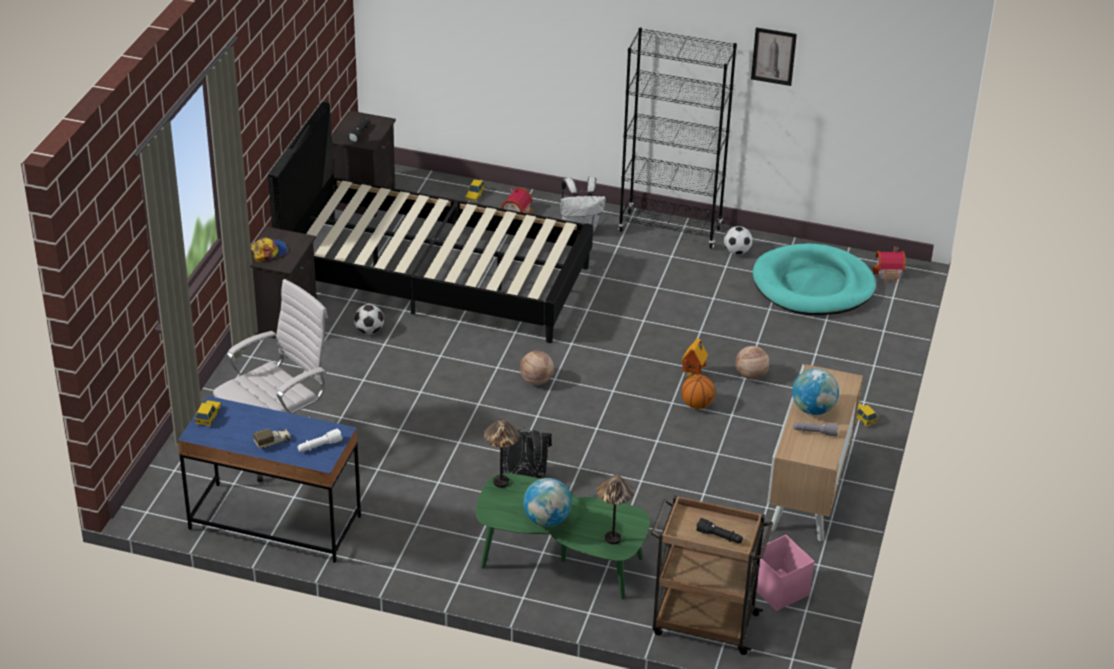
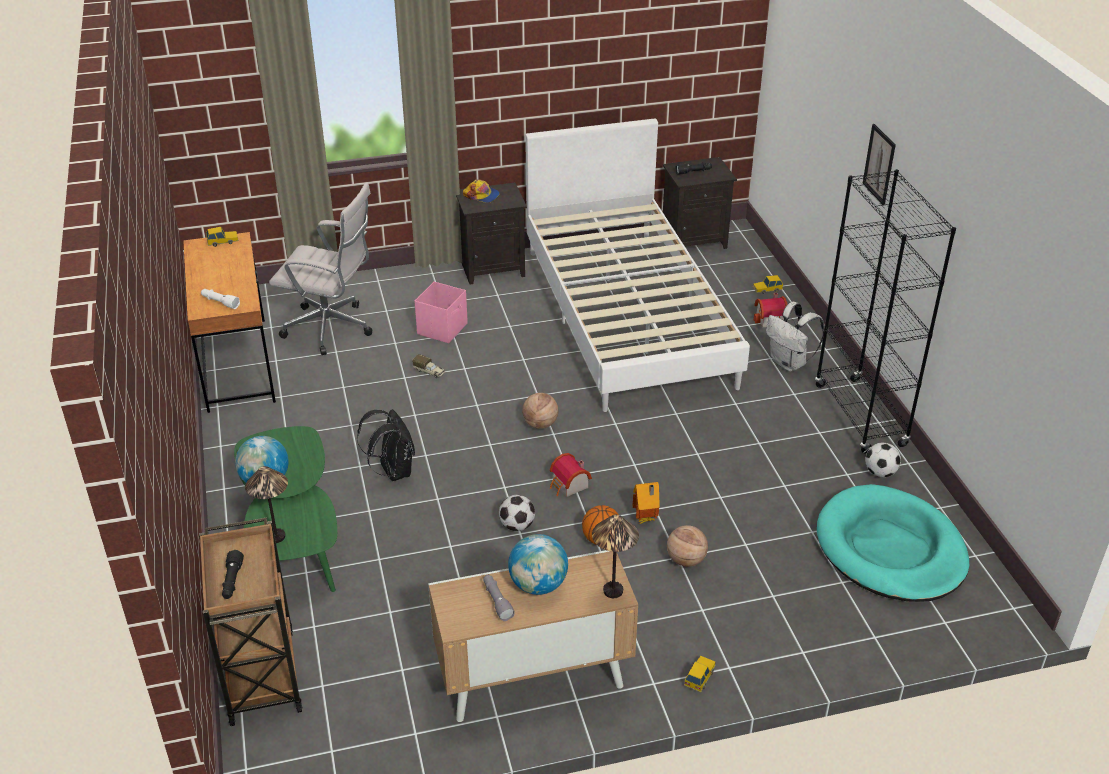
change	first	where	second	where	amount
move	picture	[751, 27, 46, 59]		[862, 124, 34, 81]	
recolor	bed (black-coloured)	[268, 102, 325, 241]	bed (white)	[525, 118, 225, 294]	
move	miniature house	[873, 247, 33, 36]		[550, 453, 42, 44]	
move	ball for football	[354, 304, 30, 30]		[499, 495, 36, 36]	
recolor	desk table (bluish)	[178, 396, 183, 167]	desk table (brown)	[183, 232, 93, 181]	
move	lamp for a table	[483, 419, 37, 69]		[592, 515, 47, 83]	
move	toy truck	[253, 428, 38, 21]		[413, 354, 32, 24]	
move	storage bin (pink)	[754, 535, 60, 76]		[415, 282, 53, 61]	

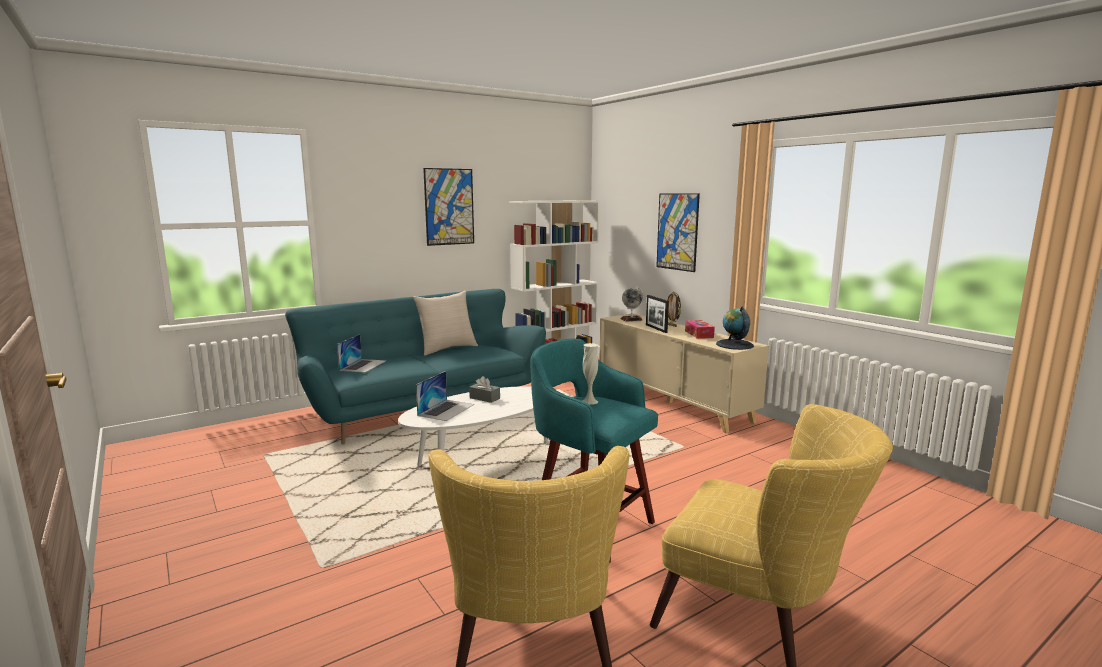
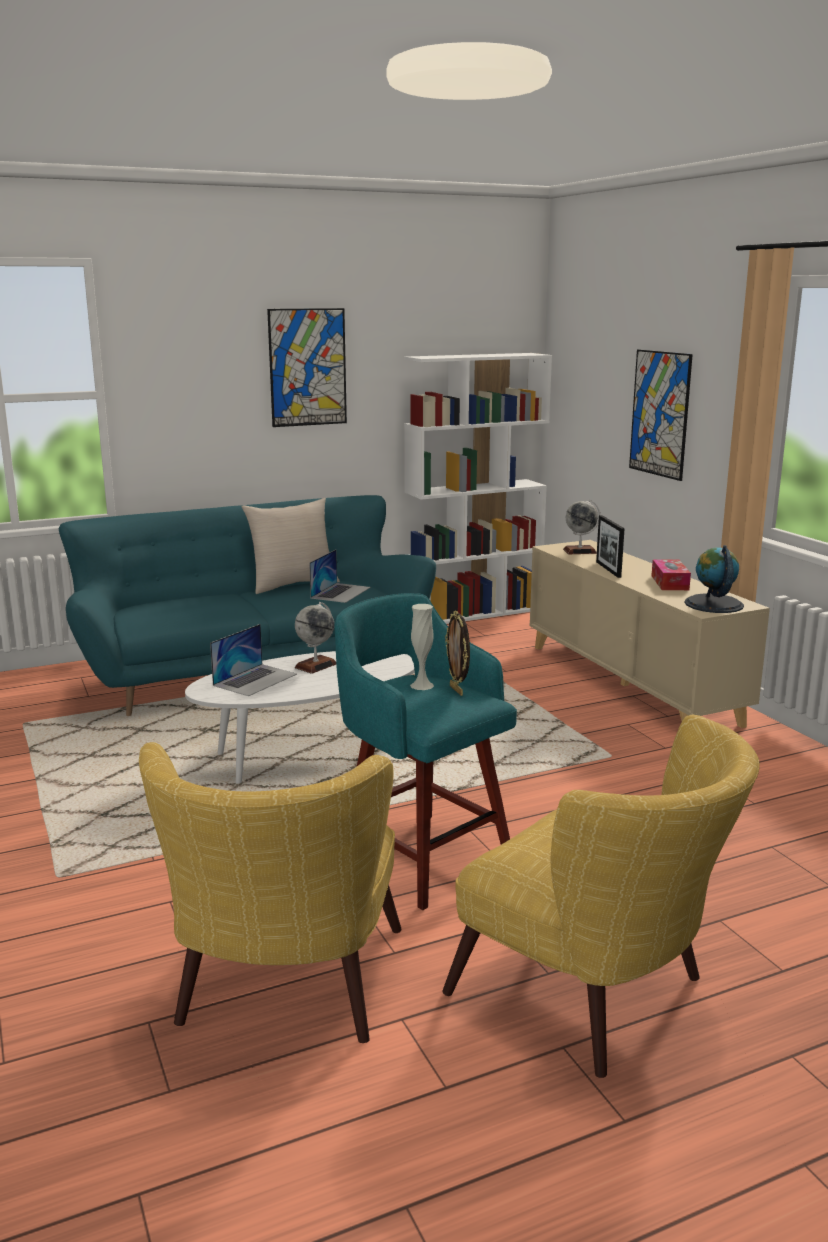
change	first	where	second	where	amount
move	picture frame	[667, 291, 14, 36]		[445, 610, 25, 86]	
move	notebook computer	[337, 334, 49, 39]		[309, 550, 62, 53]	
replace	box of tissues (grey)	[469, 376, 31, 27]	world globe	[295, 602, 41, 72]	

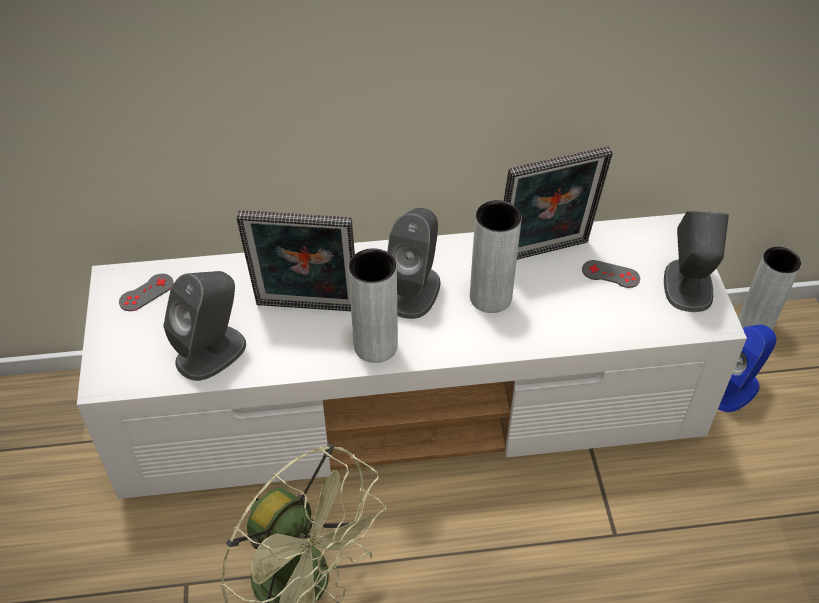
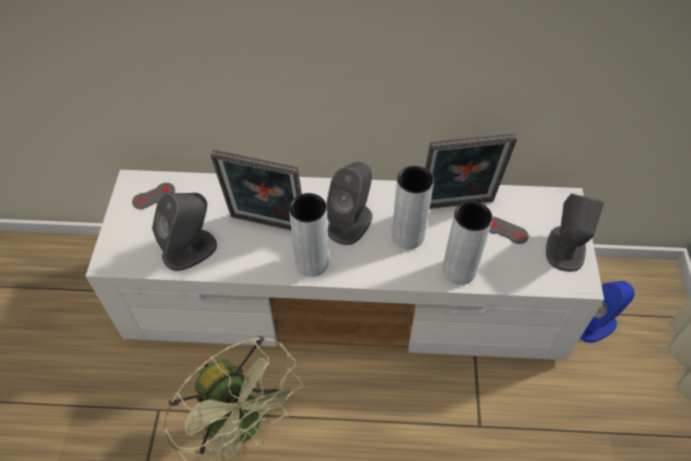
change	first	where	second	where	amount
move	decorative vase (grey)	[738, 247, 63, 83]		[442, 201, 51, 84]	

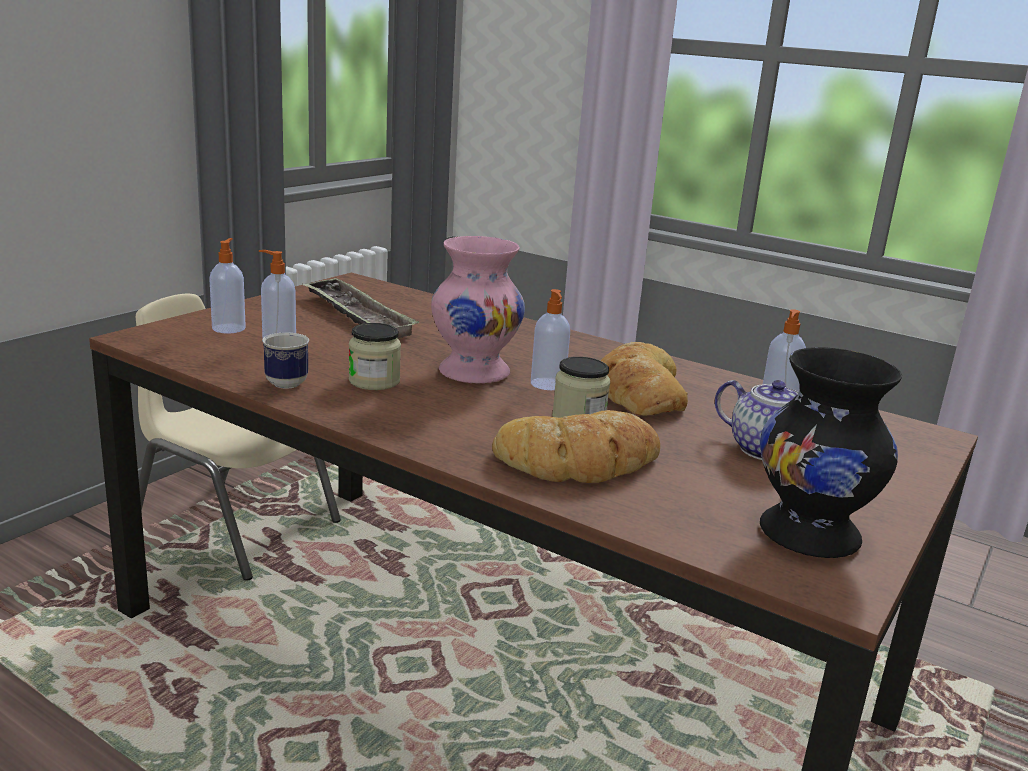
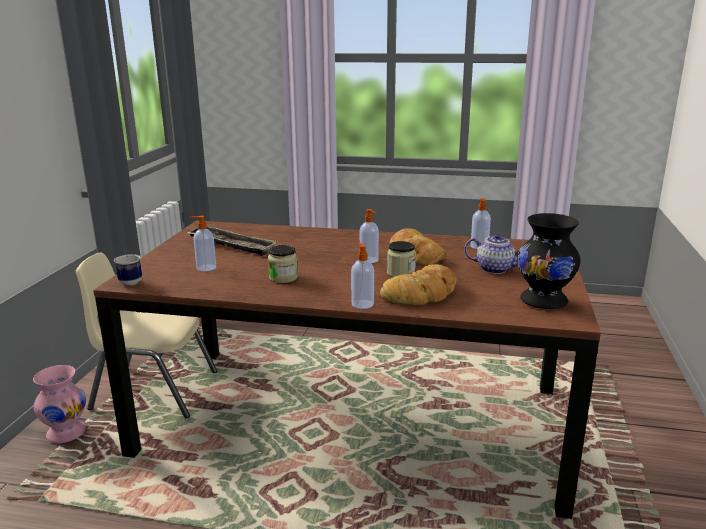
change	first	where	second	where	amount
move	decorative vase (pink)	[431, 236, 94, 148]		[33, 365, 53, 78]	
move	liquid soap bottle	[209, 238, 37, 95]		[351, 242, 23, 67]	
move	mug	[262, 332, 47, 57]		[114, 254, 28, 32]	

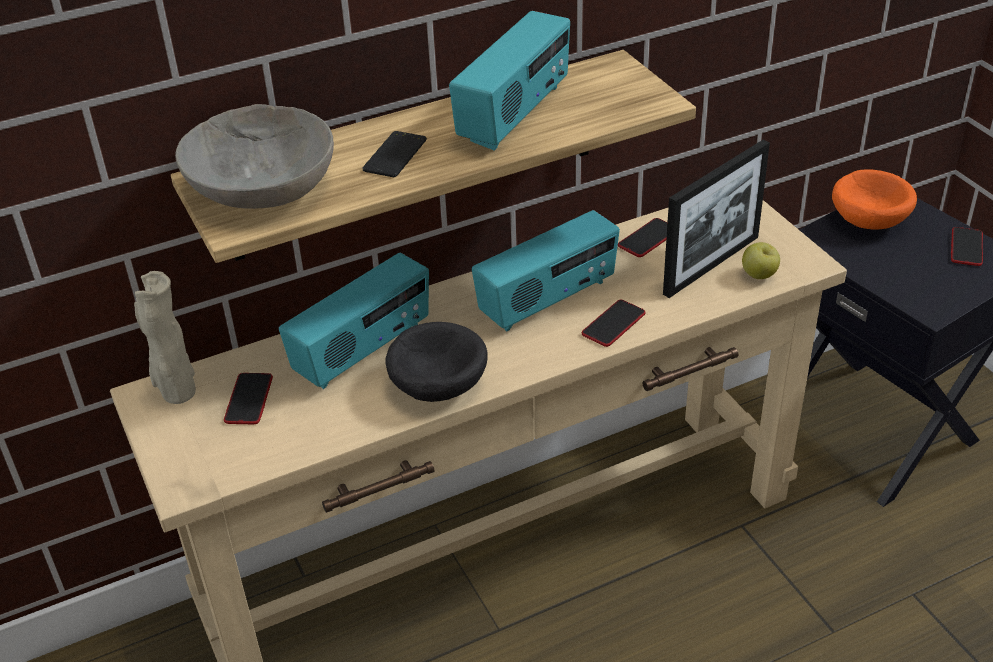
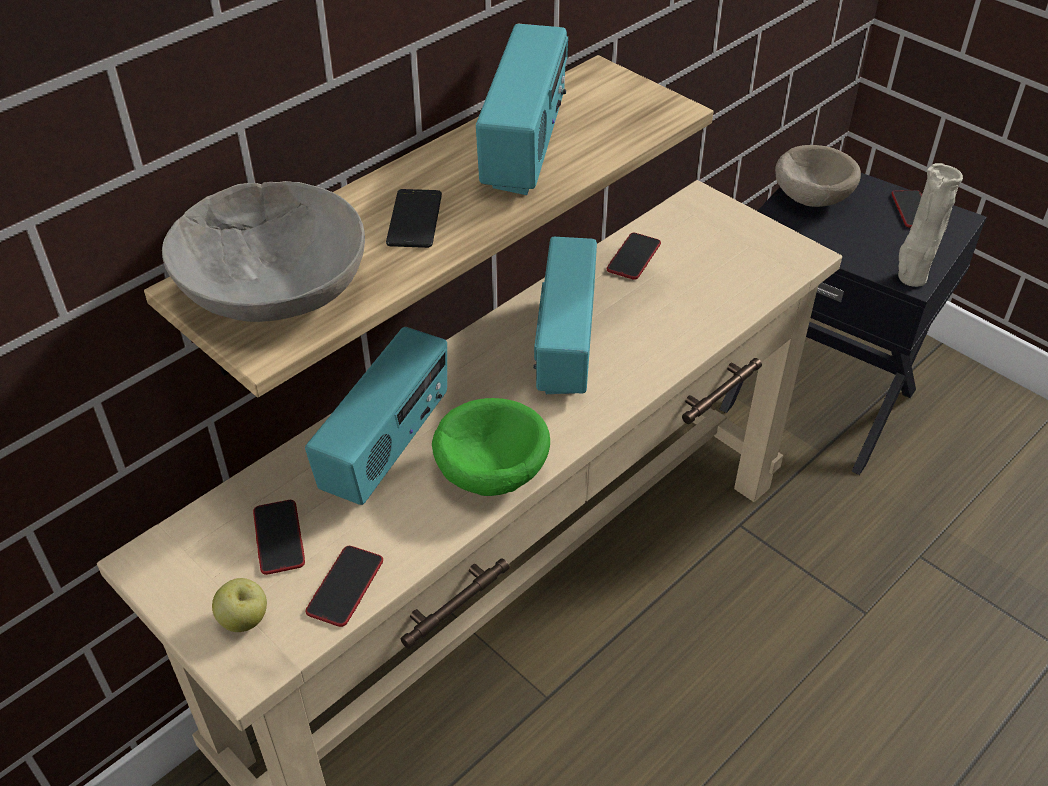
change	first	where	second	where	amount
delete	picture frame	[663, 140, 107, 158]			
recolor	deep dish (orange)	[832, 170, 85, 60]	deep dish (beige-coloured)	[775, 145, 86, 62]	
rotate	radio receiver	[472, 210, 148, 121]		[533, 237, 64, 157]	150 degrees clockwise
move	apple	[742, 242, 38, 37]		[212, 578, 55, 54]	
move	decorative vase (beige-coloured)	[134, 271, 62, 133]		[898, 163, 65, 124]	
move	handset	[582, 300, 64, 47]		[305, 546, 78, 81]	
recolor	deep dish (black-coloured)	[386, 322, 102, 80]	deep dish (green-coloured)	[432, 398, 118, 98]	

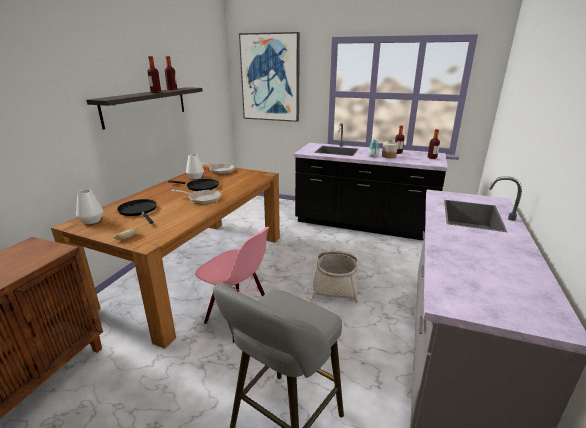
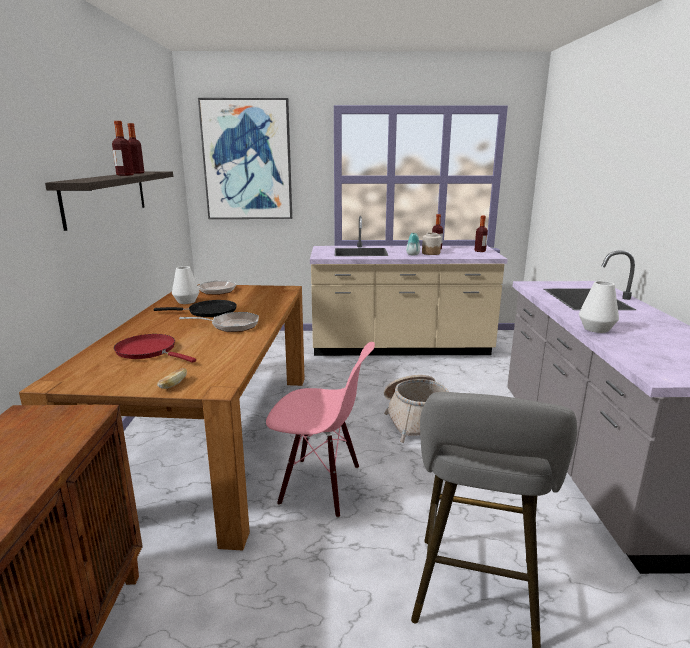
change	first	where	second	where	amount
recolor	kitchen base unit (black-coloured)	[294, 123, 154, 117]	kitchen base unit (beige-coloured)	[310, 216, 198, 140]	
move	decorative vase (white)	[76, 190, 27, 34]		[579, 281, 40, 52]	
recolor	skillet (black-coloured)	[117, 199, 40, 25]	skillet (red)	[114, 334, 82, 29]	

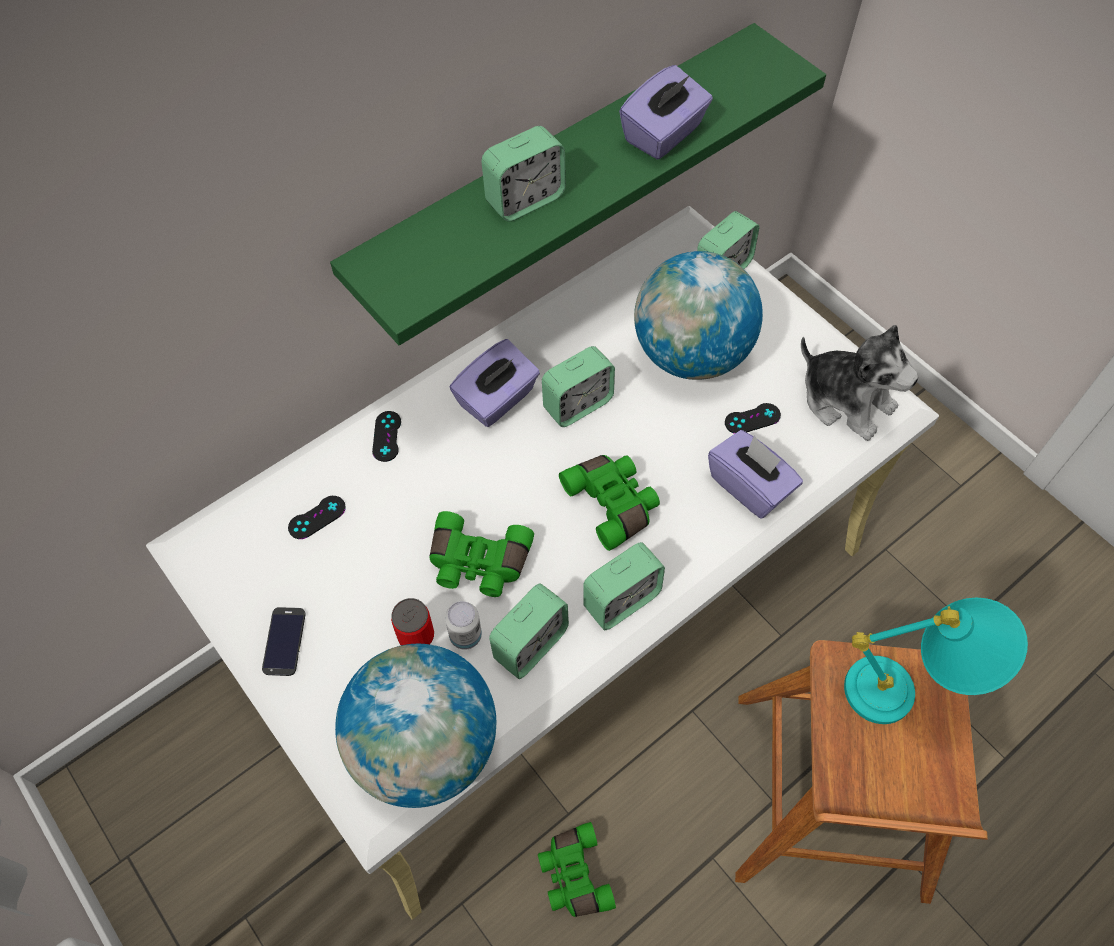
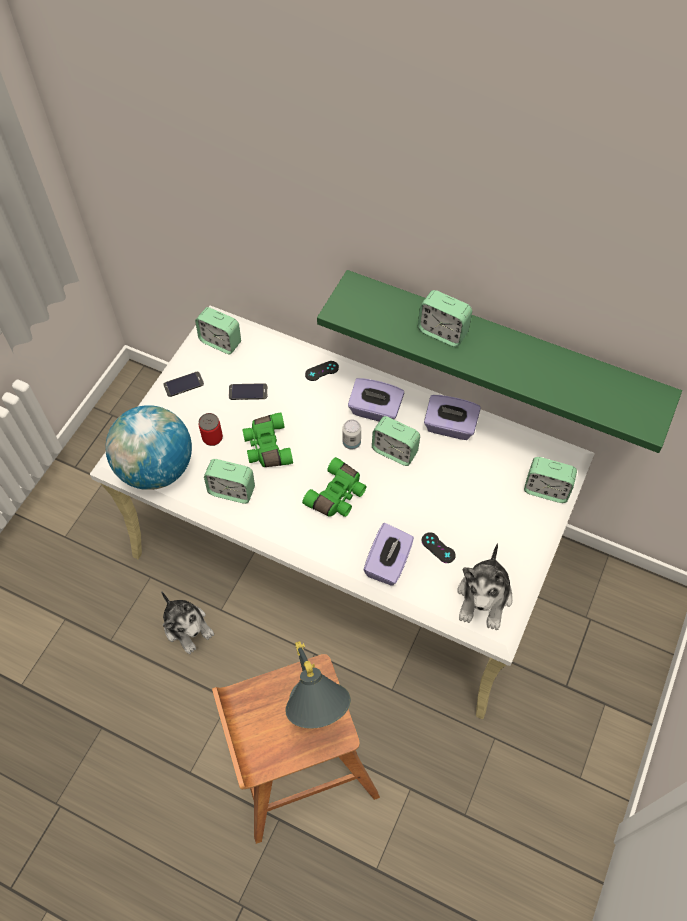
change	first	where	second	where	amount
move	box of tissues (purplish)	[619, 65, 94, 95]		[424, 395, 57, 45]	
delete	world globe	[634, 251, 129, 129]			
delete	joypad (black-coloured)	[288, 496, 58, 43]			
move	table clock	[583, 542, 82, 88]		[195, 307, 46, 47]	
recolor	lamp for a table (turquoise-coloured)	[844, 597, 184, 127]	lamp for a table (grey)	[285, 641, 66, 88]	
move	sealed can	[445, 601, 37, 49]		[342, 419, 19, 30]	
replace	binoculars (green-coloured)	[538, 822, 78, 95]	plush toy	[161, 591, 53, 63]	
insert			handset	[229, 383, 39, 17]	

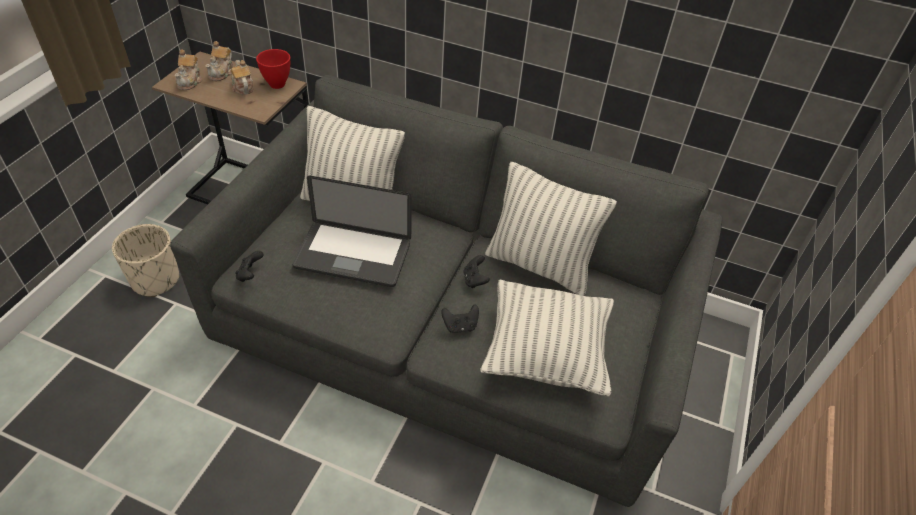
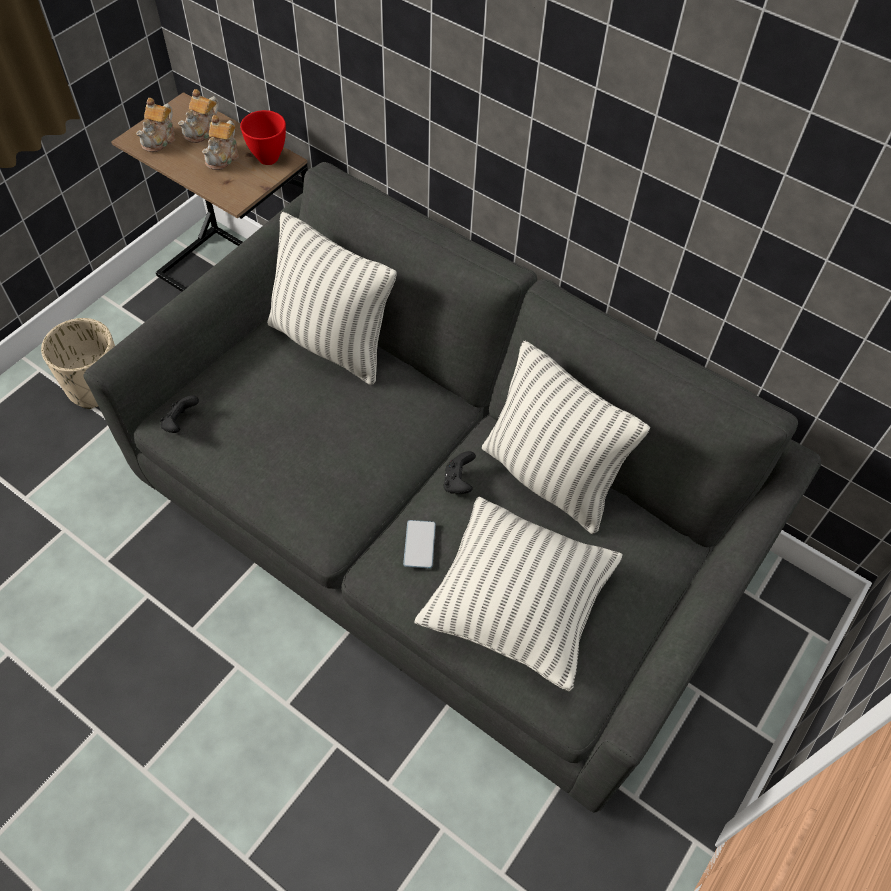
change	first	where	second	where	amount
rotate	pot for tea	[231, 60, 23, 35]		[202, 115, 37, 55]	150 degrees counterclockwise
delete	notebook computer	[292, 175, 120, 112]			
replace	joypad (black-coloured)	[441, 304, 38, 29]	handset	[403, 520, 33, 49]	

